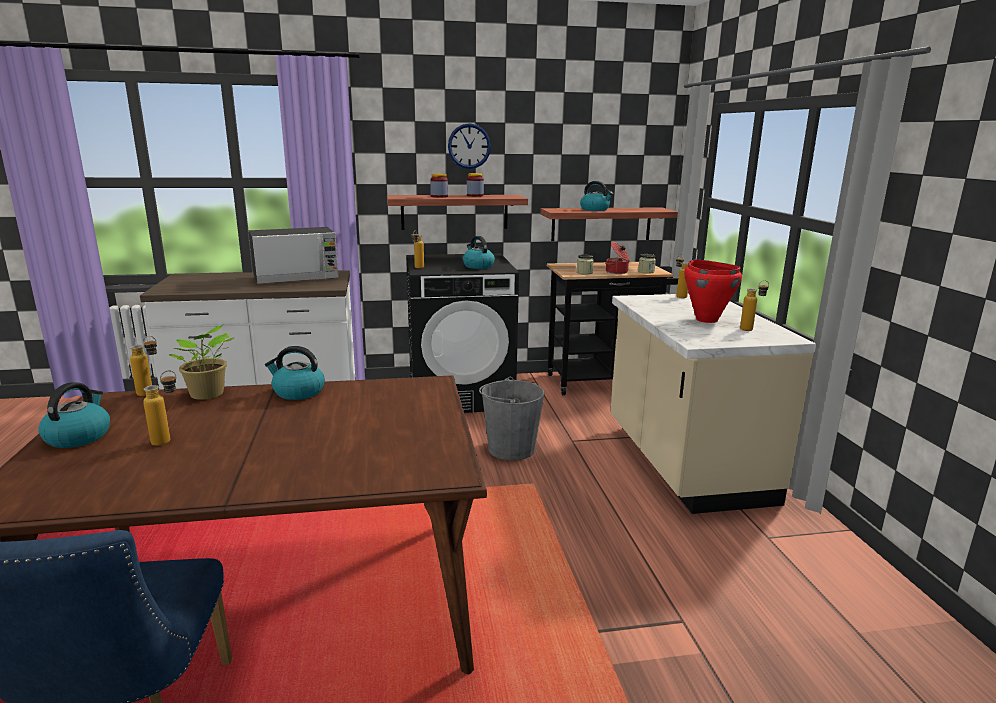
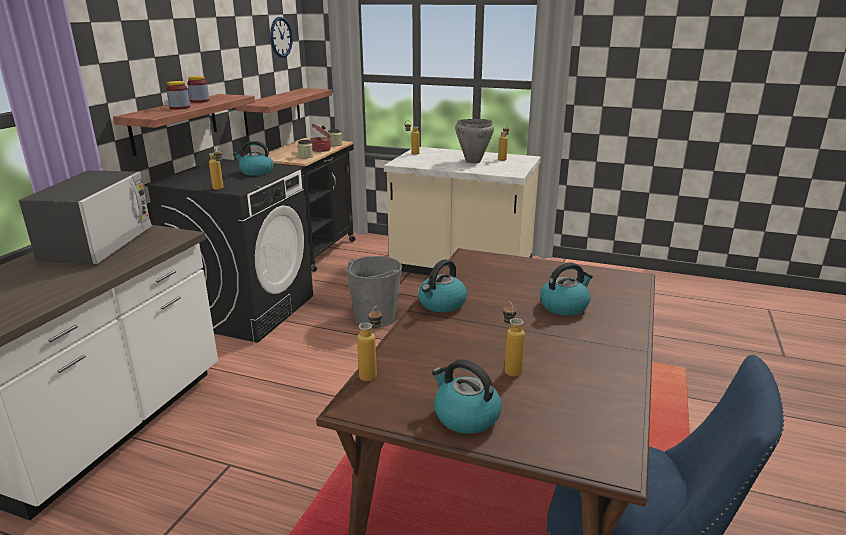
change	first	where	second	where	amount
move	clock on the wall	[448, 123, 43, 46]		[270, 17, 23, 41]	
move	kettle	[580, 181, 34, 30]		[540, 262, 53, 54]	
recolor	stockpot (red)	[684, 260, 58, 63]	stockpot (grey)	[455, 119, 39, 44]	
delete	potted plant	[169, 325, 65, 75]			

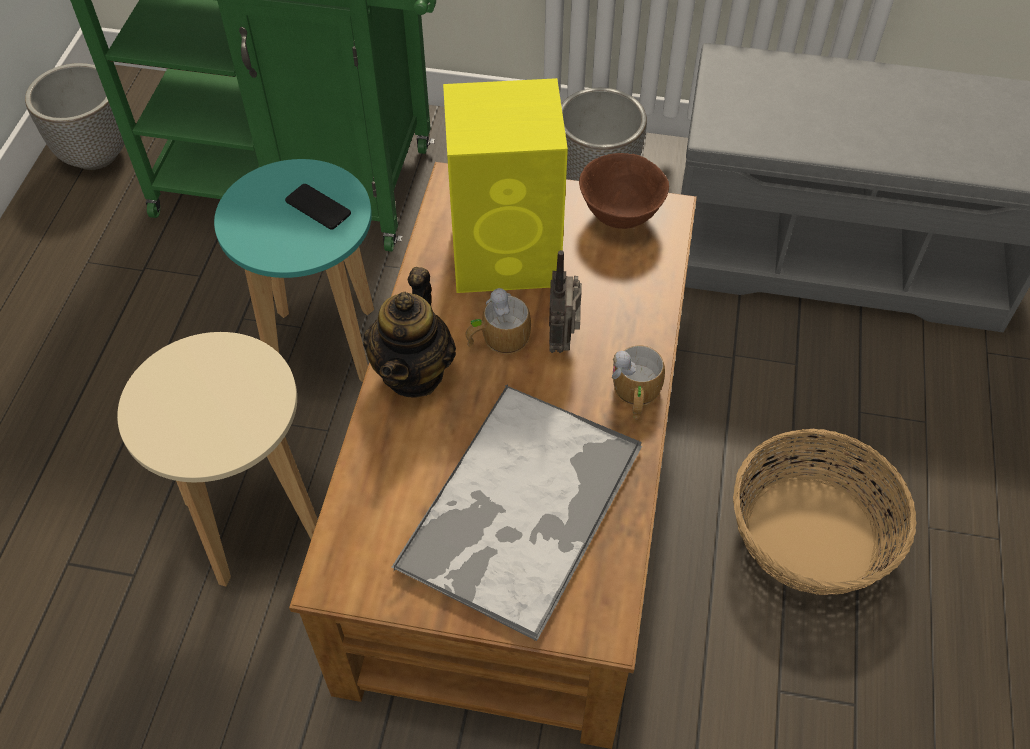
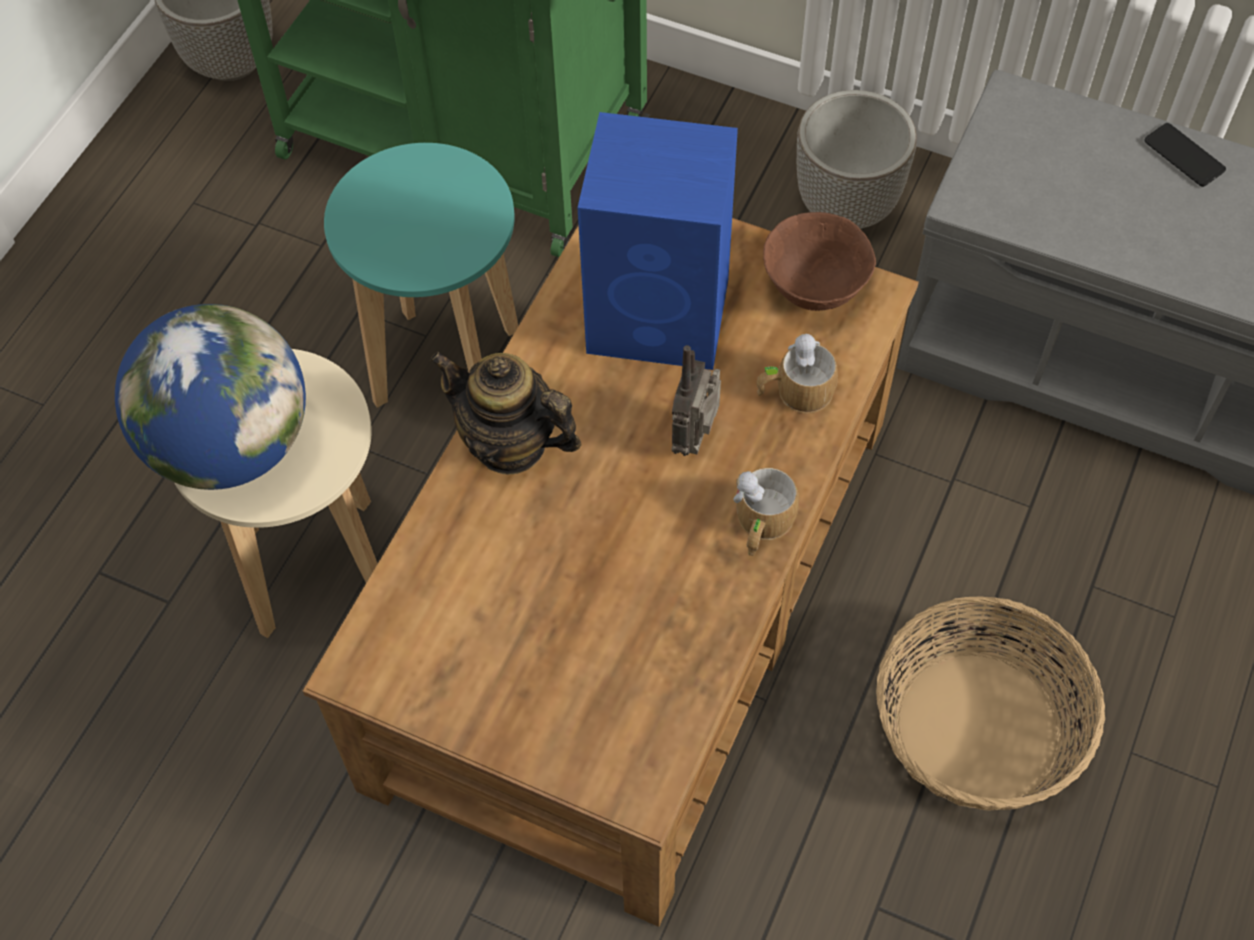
change	first	where	second	where	amount
recolor	loudspeaker (yellow)	[443, 78, 125, 215]	loudspeaker (bluish)	[577, 112, 161, 258]	
move	handset	[285, 184, 66, 46]		[1144, 123, 82, 64]	
rotate	pot for tea	[363, 267, 93, 131]		[430, 352, 151, 122]	90 degrees clockwise
move	mug	[465, 288, 66, 66]		[756, 334, 82, 79]	
delete	serving tray	[392, 384, 250, 257]			
insert			world globe	[115, 304, 191, 186]	

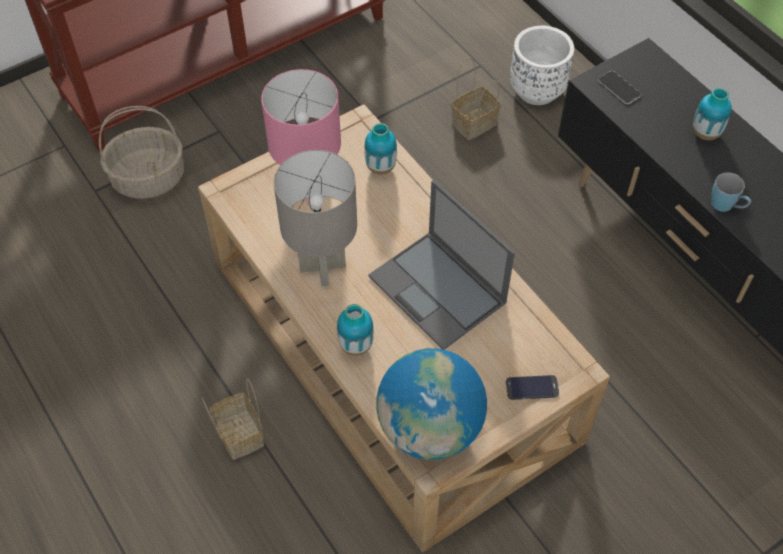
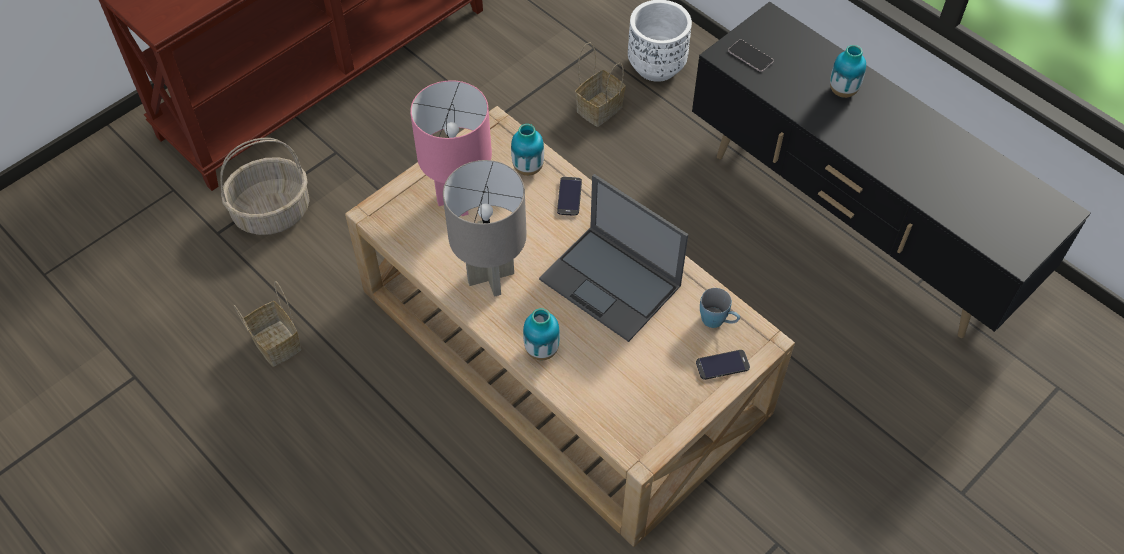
change	first	where	second	where	amount
move	mug (bluish)	[711, 172, 40, 40]		[700, 288, 40, 40]	
delete	world globe	[376, 348, 111, 112]			
move	household basket	[202, 378, 62, 82]		[234, 281, 68, 86]	
insert			handset	[557, 177, 25, 39]	

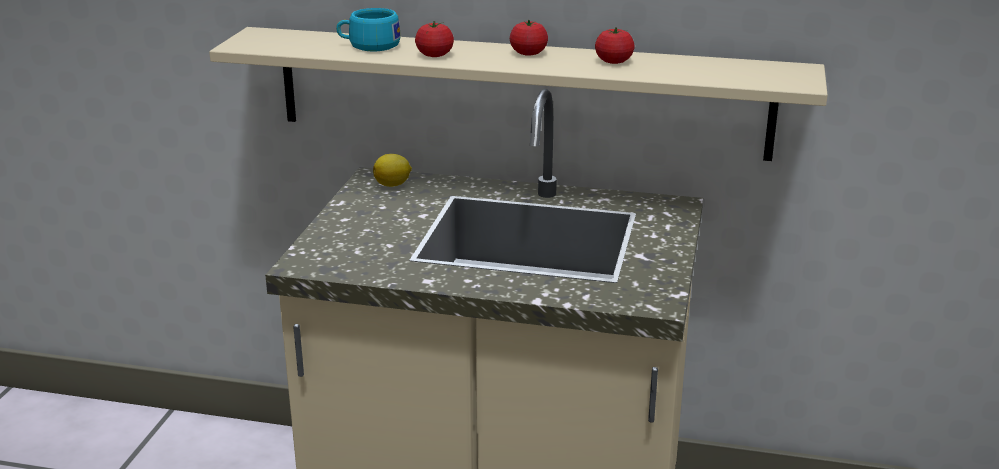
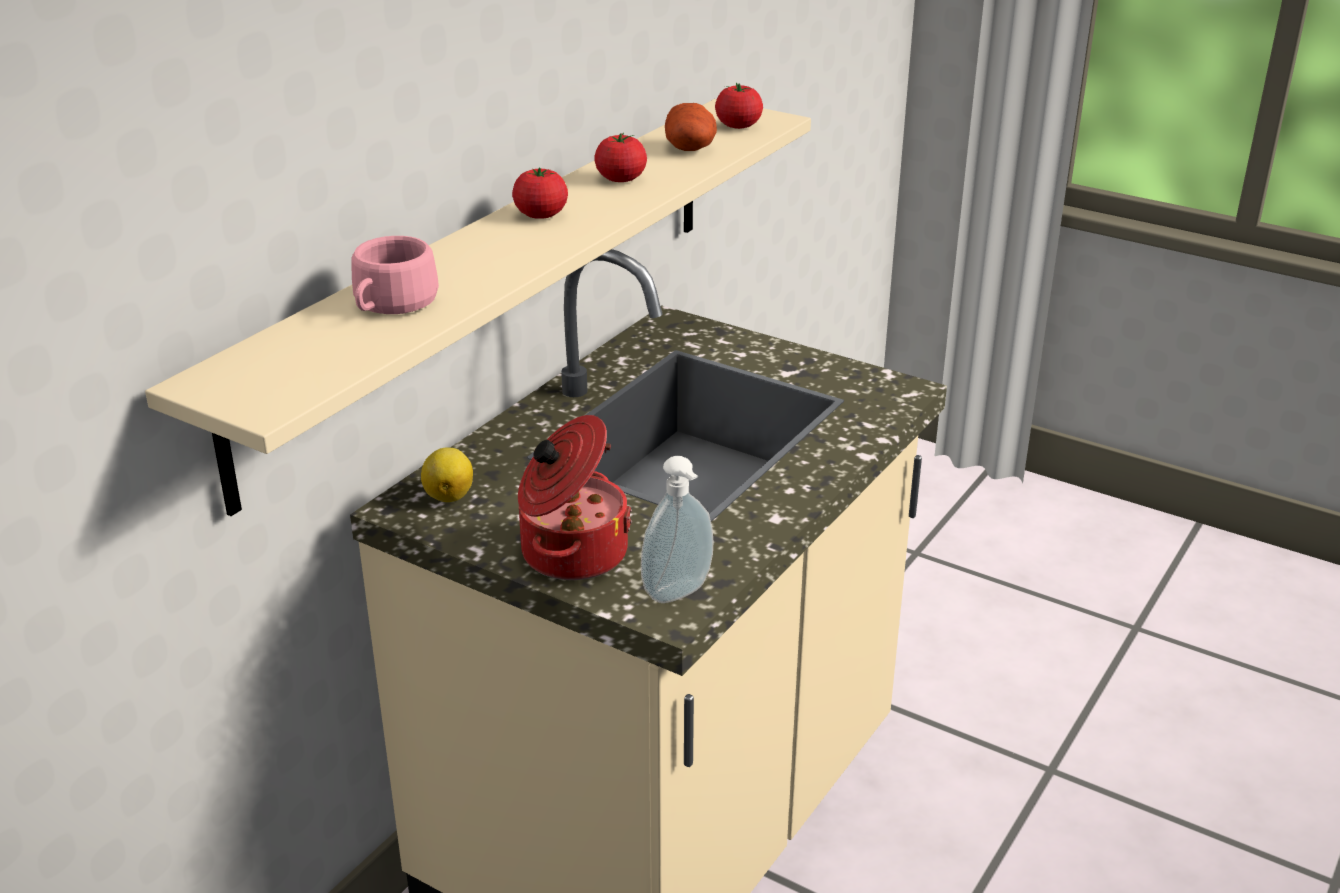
change	first	where	second	where	amount
recolor	cup (turquoise-coloured)	[336, 8, 64, 43]	cup (pink)	[352, 236, 87, 78]	
move	whole tomato	[415, 21, 39, 36]		[715, 83, 48, 46]	
insert			potato	[665, 103, 52, 48]	
insert			stockpot	[518, 415, 114, 165]	
insert			liquid soap bottle	[641, 456, 73, 147]	

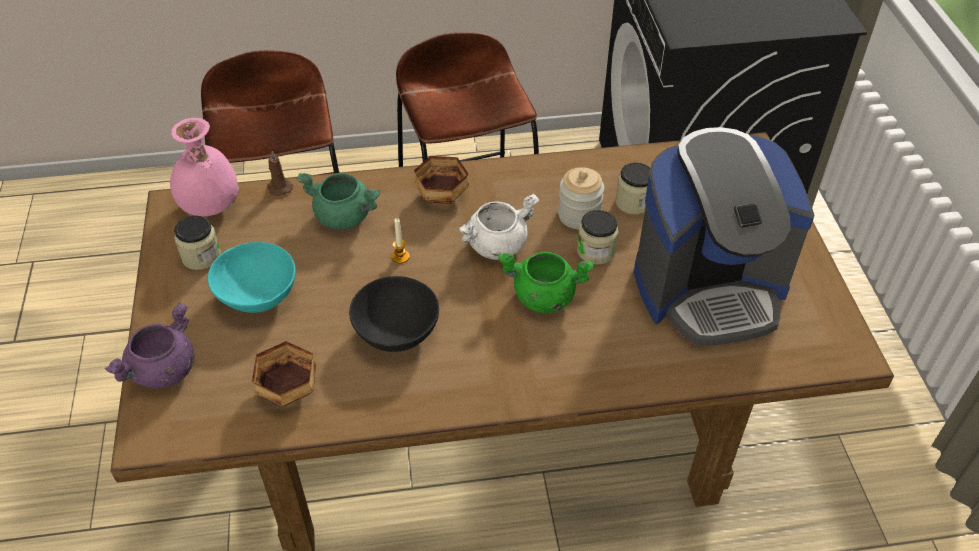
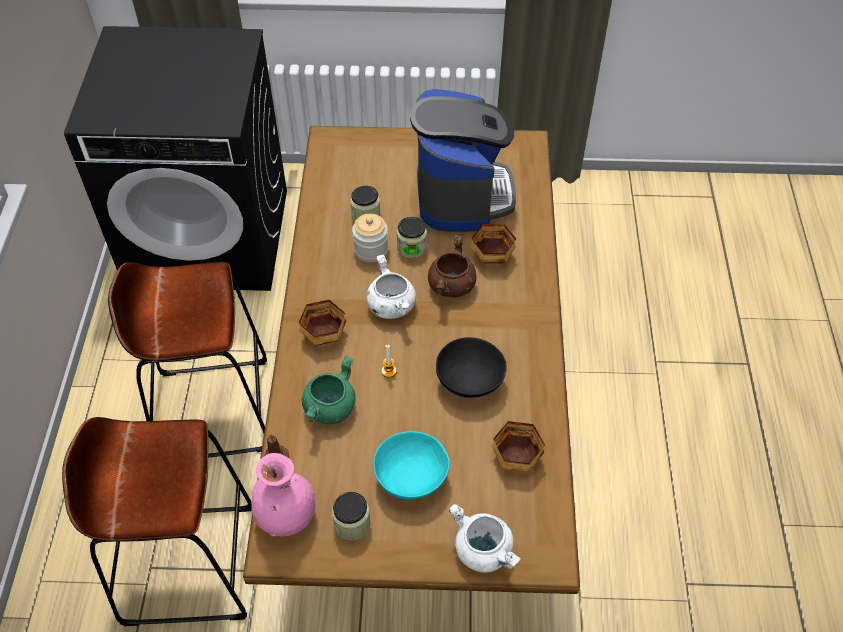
change	first	where	second	where	amount
recolor	stockpot (green-coloured)	[498, 252, 96, 61]	stockpot (brown)	[428, 235, 48, 62]	
recolor	stockpot (purplish)	[104, 302, 91, 87]	stockpot (white)	[449, 504, 72, 69]	
insert			deep dish	[471, 224, 45, 39]	

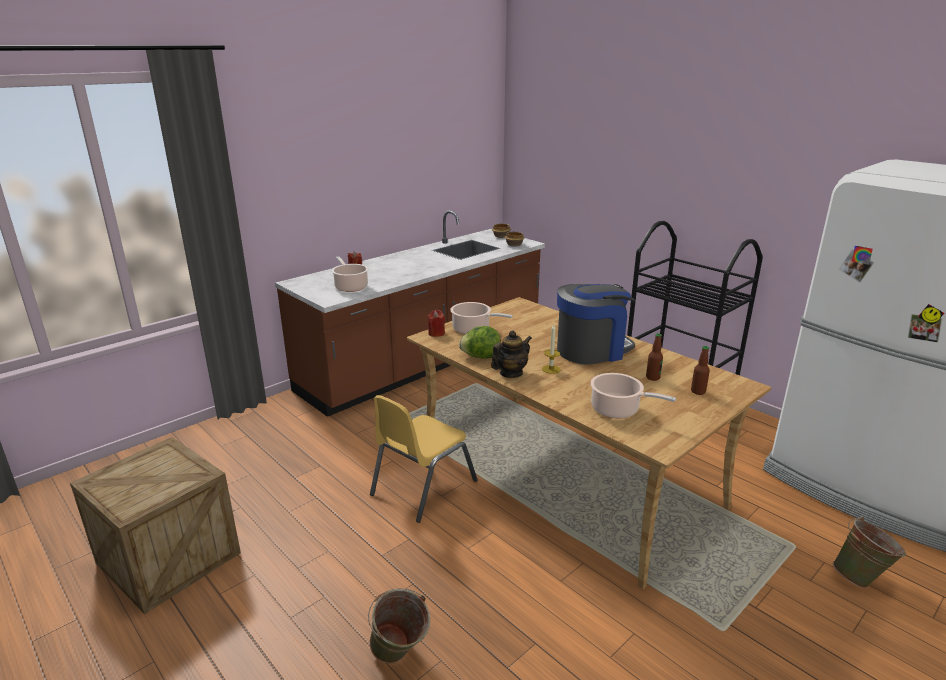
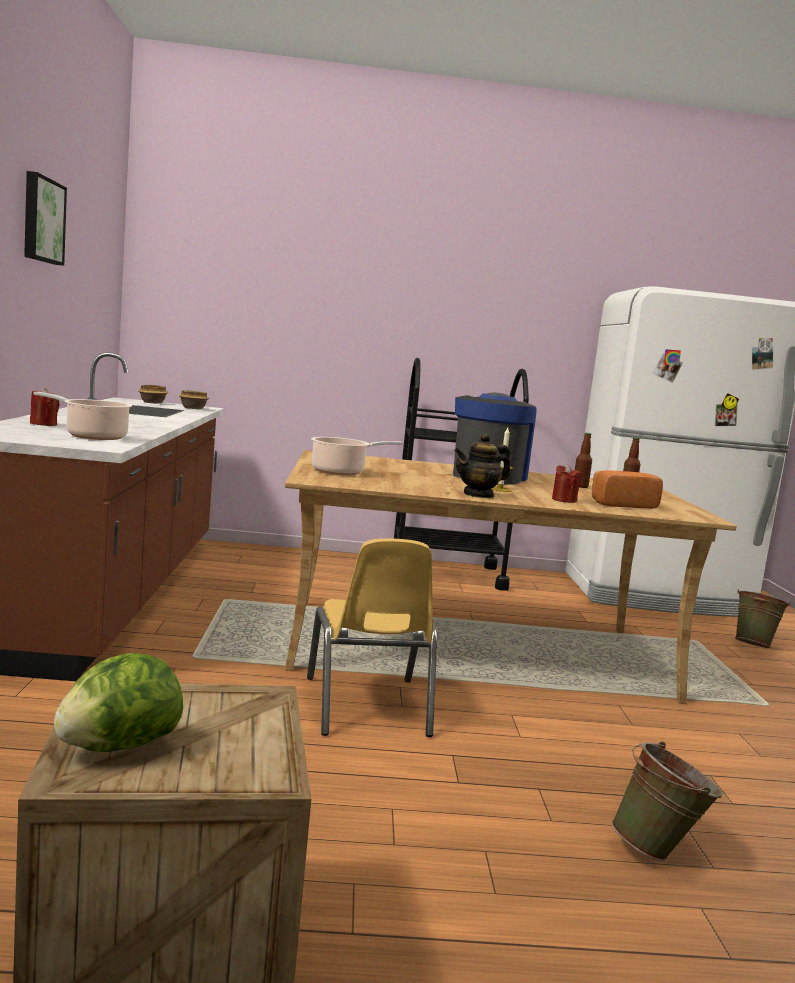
change	first	where	second	where	amount
move	wax light (red)	[428, 310, 17, 27]		[552, 465, 29, 38]	
move	head of lettuce	[459, 326, 42, 33]		[54, 653, 129, 99]	
rotate	pot for tea	[491, 330, 41, 48]		[454, 433, 57, 65]	120 degrees counterclockwise
replace	stockpot	[591, 373, 85, 45]	baked bread	[592, 470, 71, 39]	
insert			picture	[24, 171, 43, 95]	

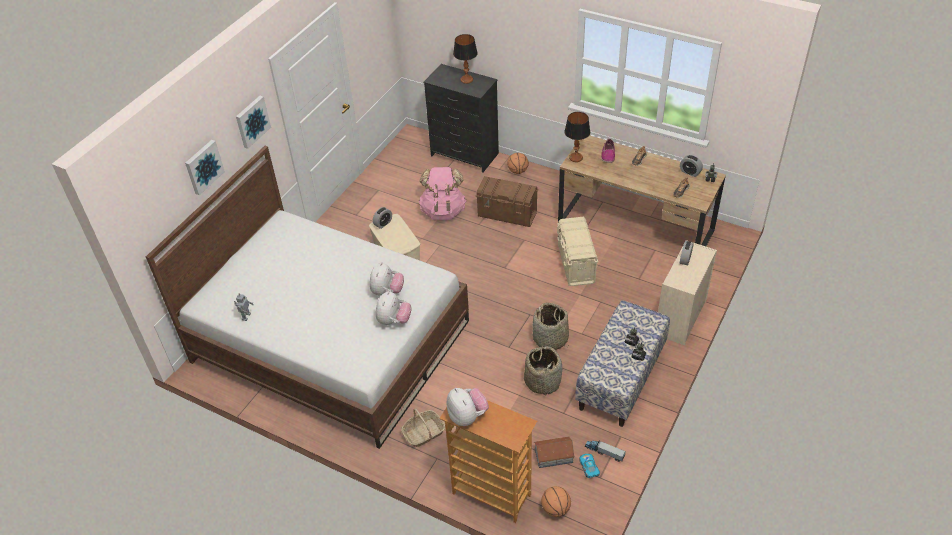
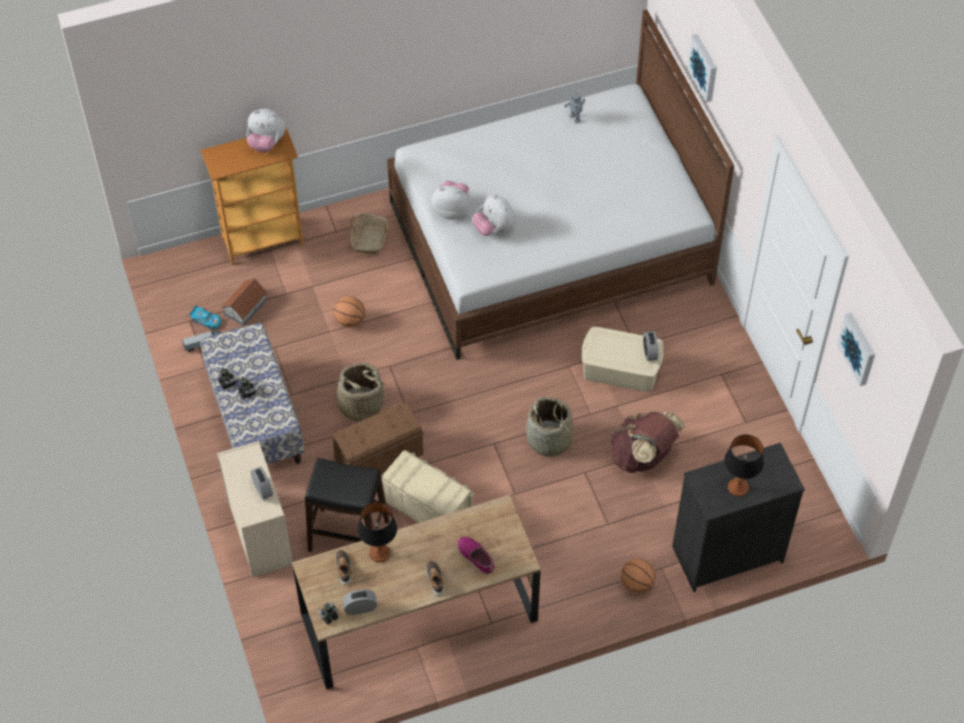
change	first	where	second	where	amount
move	picture	[236, 96, 35, 53]		[837, 313, 38, 73]	
move	lamp for a table	[564, 112, 26, 50]		[358, 502, 39, 60]	
recolor	backpack (pink)	[419, 167, 47, 54]	backpack (brown)	[611, 411, 75, 62]	
move	storage bin (brown)	[476, 176, 62, 51]		[331, 402, 93, 72]	
rotate	plush toy	[376, 291, 35, 34]		[432, 181, 38, 39]	135 degrees clockwise
move	household basket	[524, 346, 38, 50]		[526, 397, 47, 60]	
move	ball for basketball	[541, 486, 30, 31]		[333, 296, 32, 32]	
insert			stool (black-coloured)	[305, 458, 84, 94]	

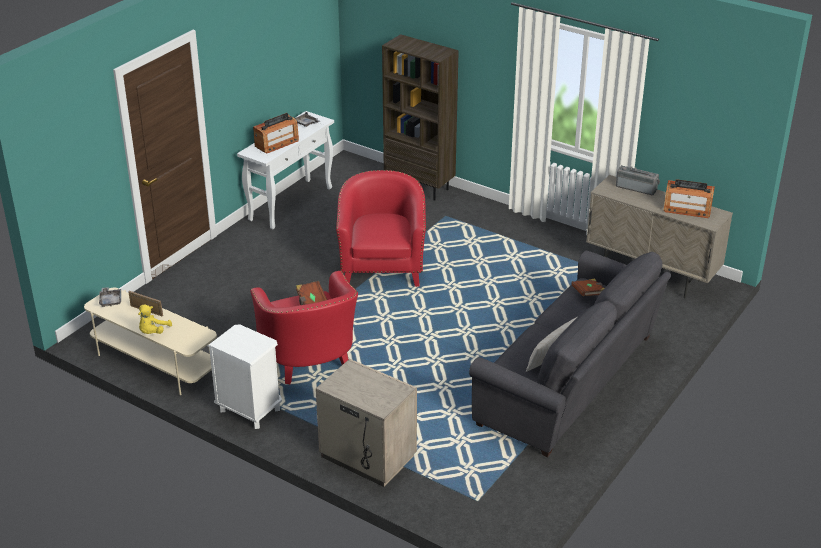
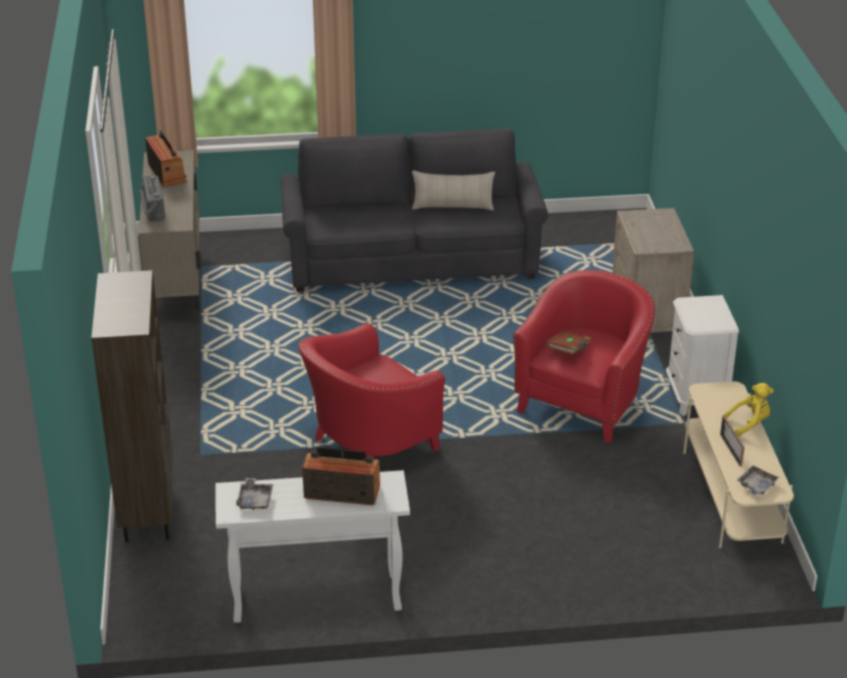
change	first	where	second	where	amount
delete	volume (brown)	[571, 279, 33, 17]			

